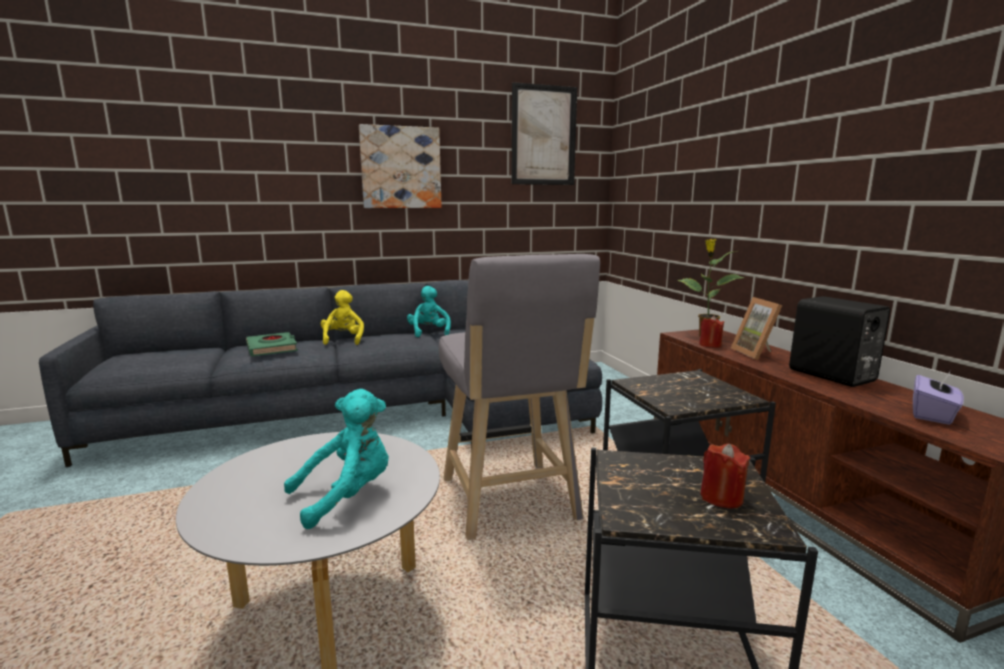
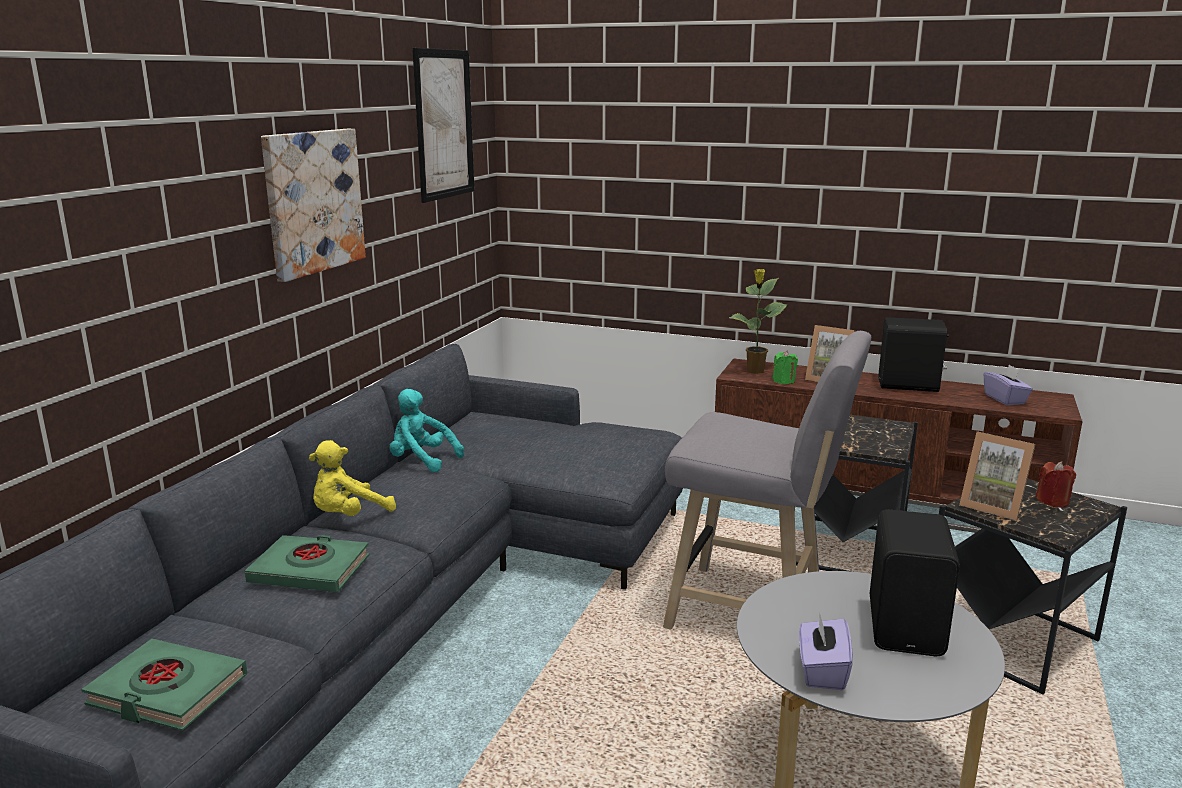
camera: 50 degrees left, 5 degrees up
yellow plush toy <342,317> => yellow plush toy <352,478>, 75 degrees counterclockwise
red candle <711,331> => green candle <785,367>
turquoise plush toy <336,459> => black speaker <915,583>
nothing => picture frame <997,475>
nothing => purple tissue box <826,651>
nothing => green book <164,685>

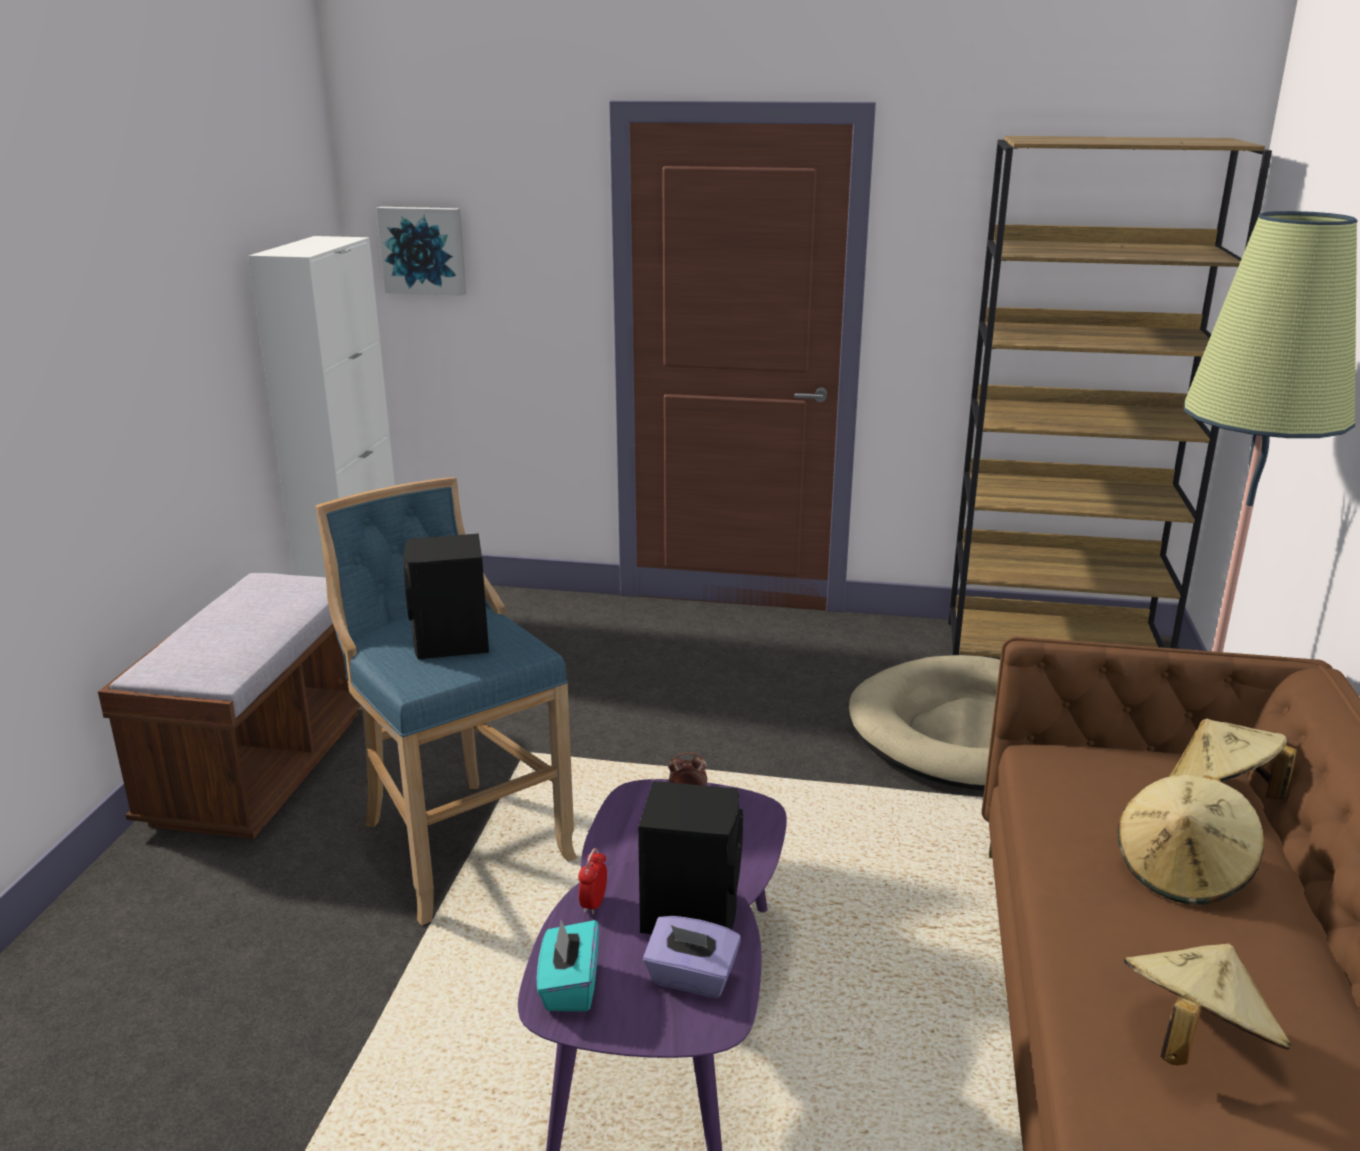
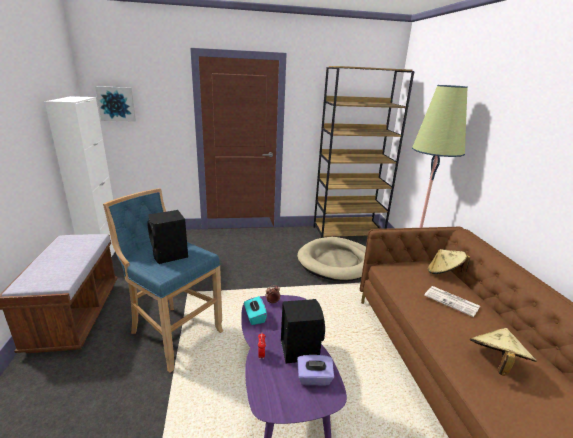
camera: 20 degrees left, 0 degrees up
beige hat <1191,840> => newspaper <452,301>
turquoise tissue box <568,965> => turquoise tissue box <255,310>, move

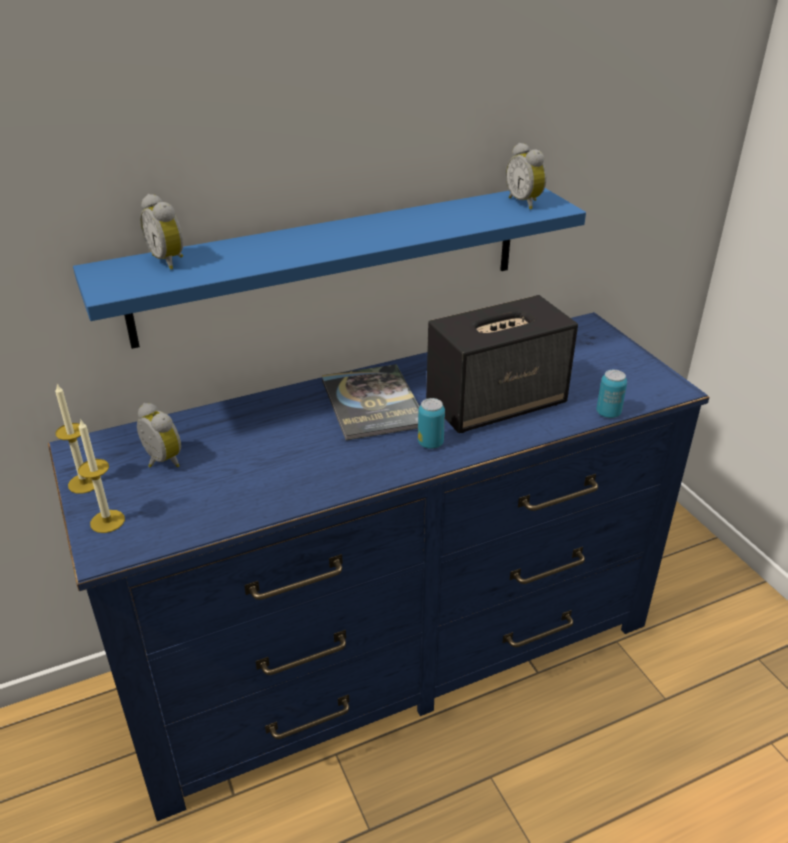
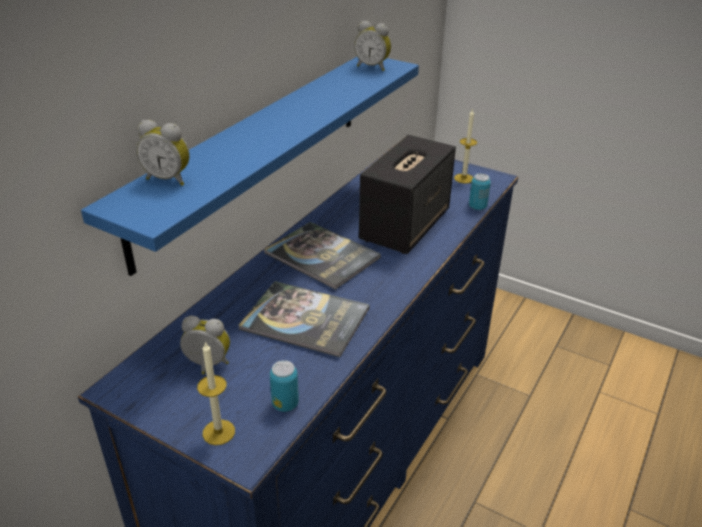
camera: 35 degrees left, 0 degrees up
candle <74,439> => candle <465,146>, move
can <431,423> => can <284,386>, move
nothing => book <304,319>

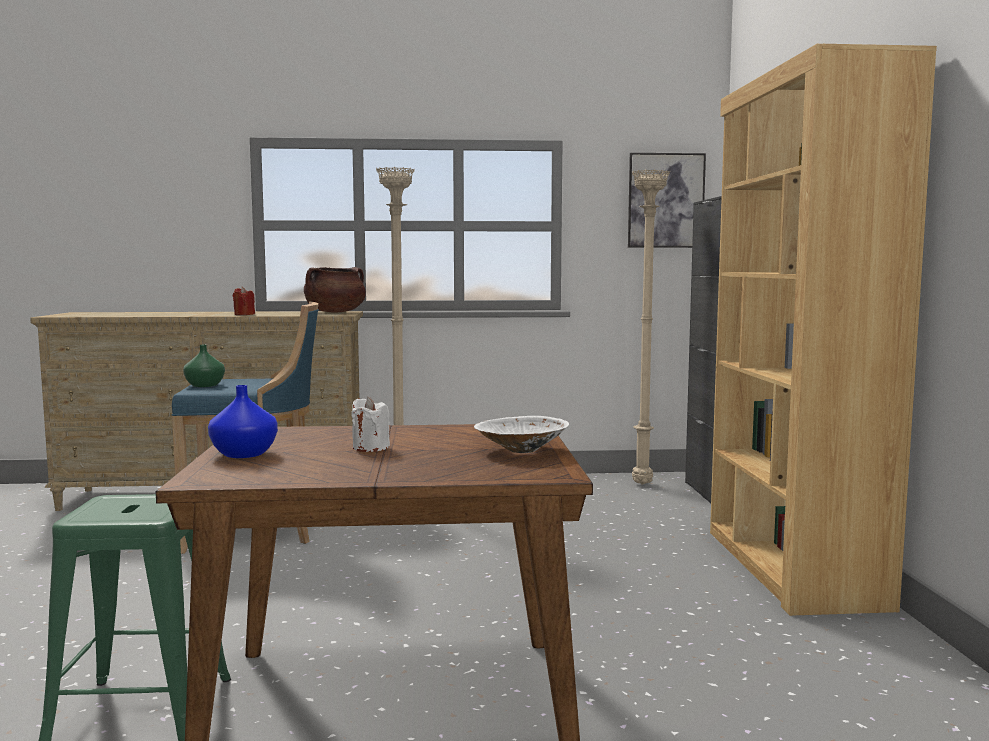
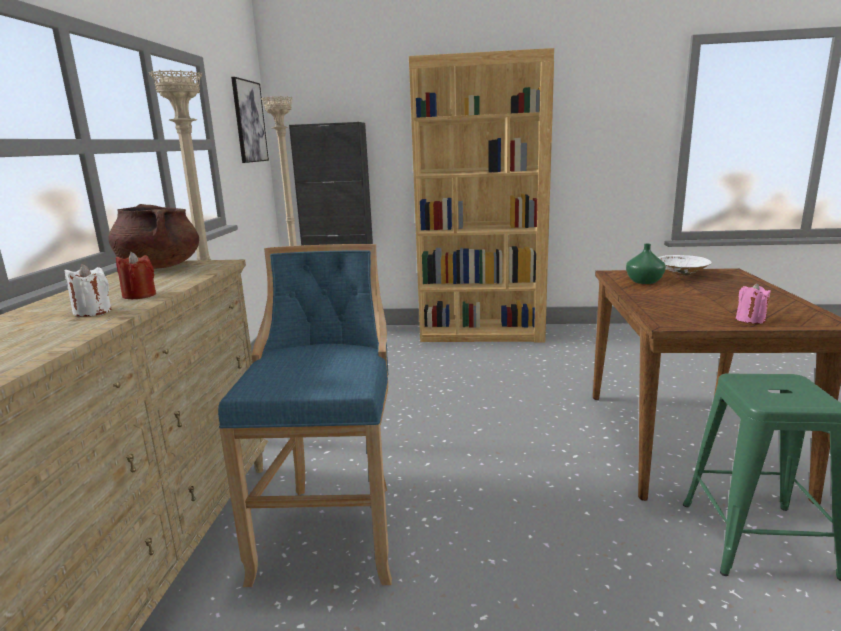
camera: 80 degrees left, 10 degrees up
green vase <204,366> => green vase <646,264>, move
blue vase <243,421> => pink candle <753,303>
white candle <371,424> => white candle <88,290>, move

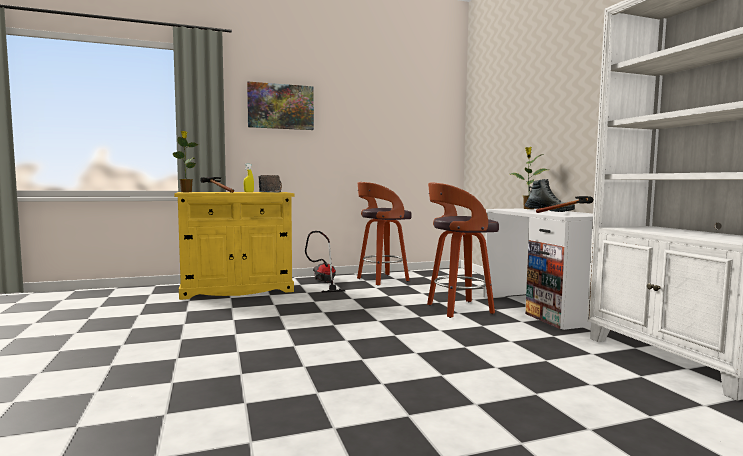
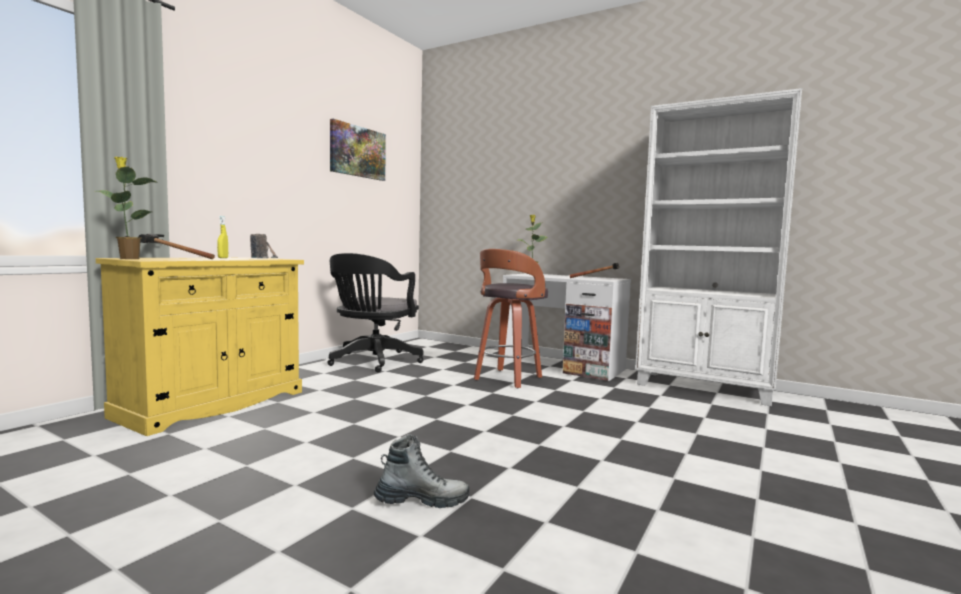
camera: 40 degrees left, 0 degrees up
picture <280,105> => picture <358,150>, move
boot <550,195> => boot <421,471>, move
stool <384,234> => black office chair <375,312>
vacuum cleaner <325,262> => nothing

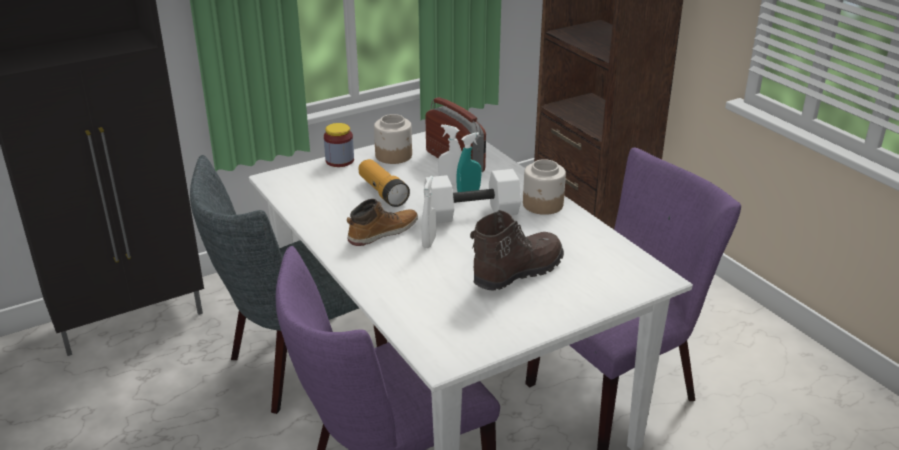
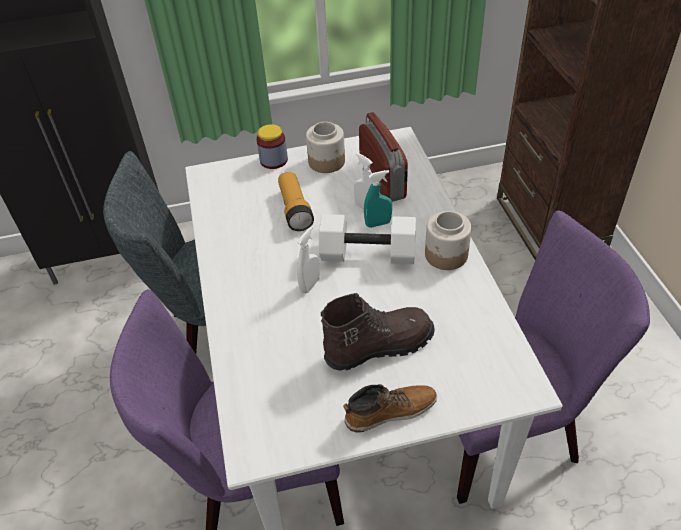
camera: 20 degrees right, 15 degrees up
boot <382,222> => boot <390,408>, move

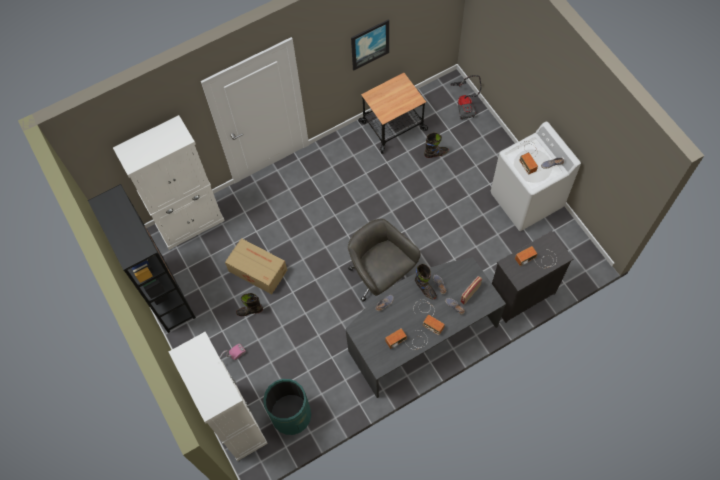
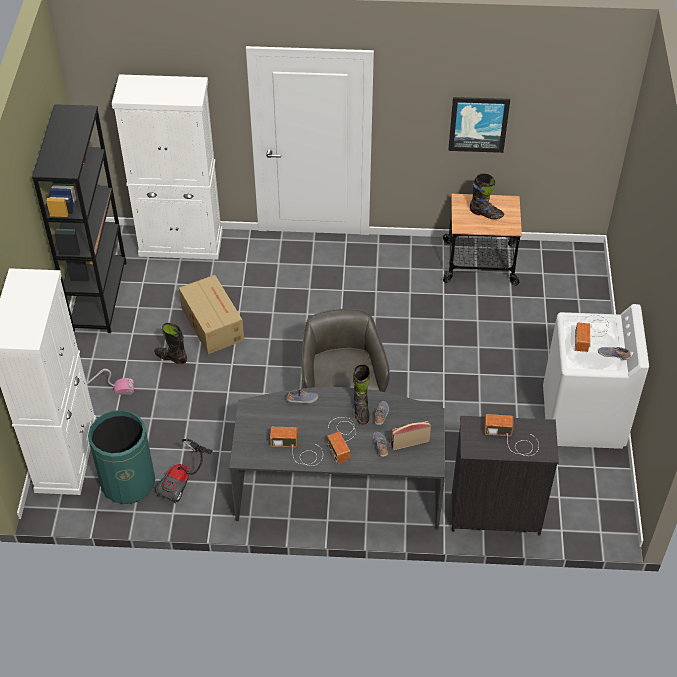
camera: 30 degrees right, 15 degrees down
vacuum cleaner <466,97> => vacuum cleaner <183,471>, move
black boot <436,145> => black boot <487,196>, move

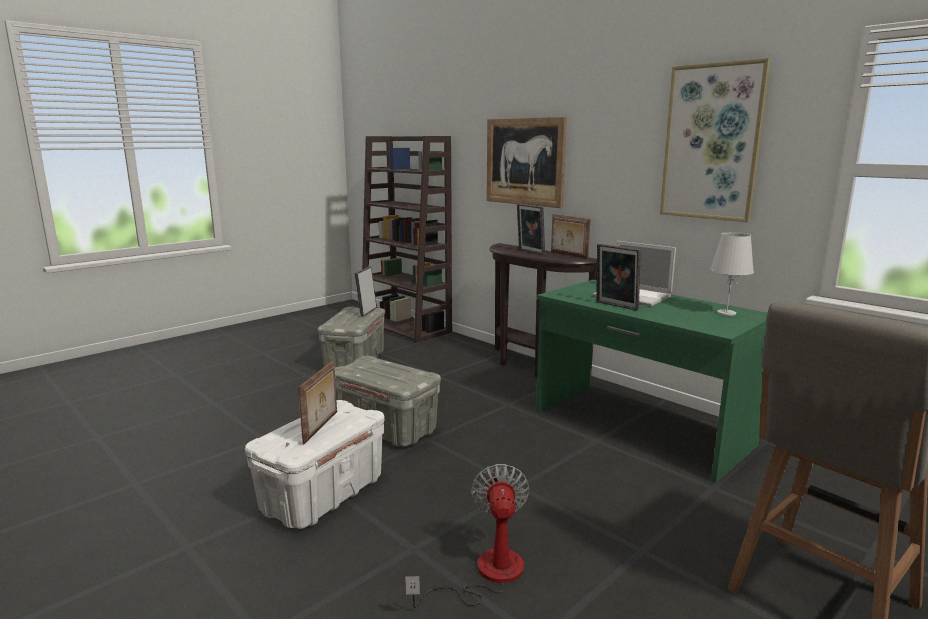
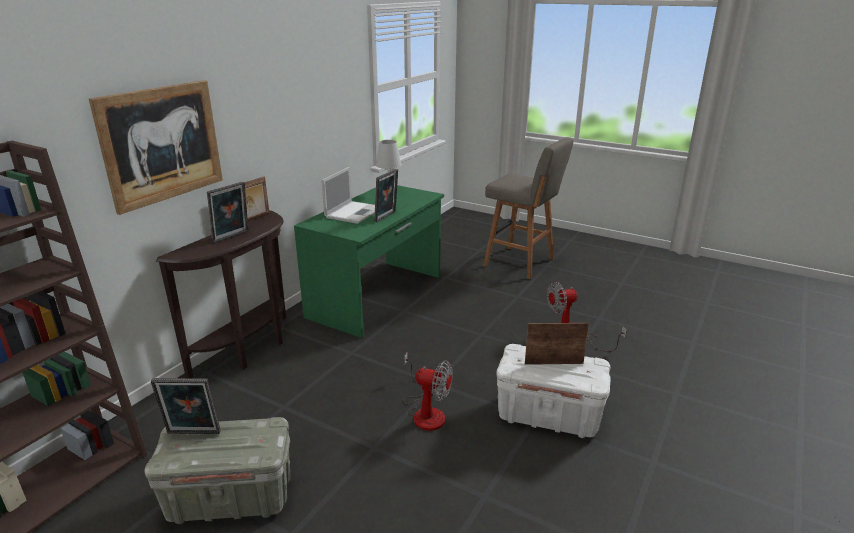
camera: 105 degrees left, 10 degrees up
picture <715,140> => nothing
grey storage box <388,401> => fan <428,392>

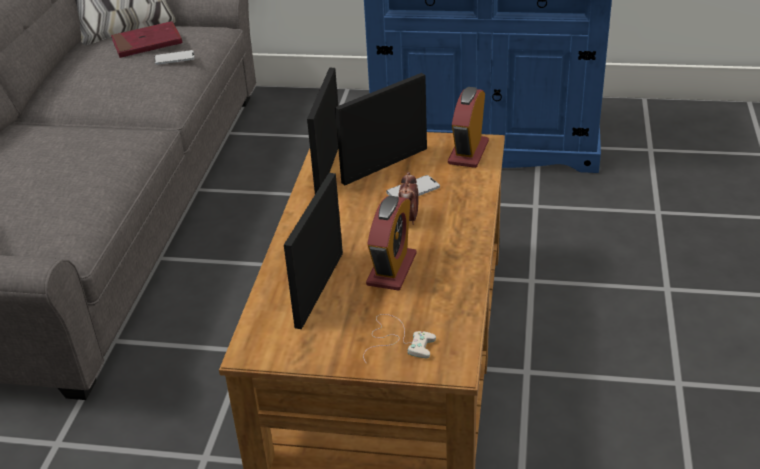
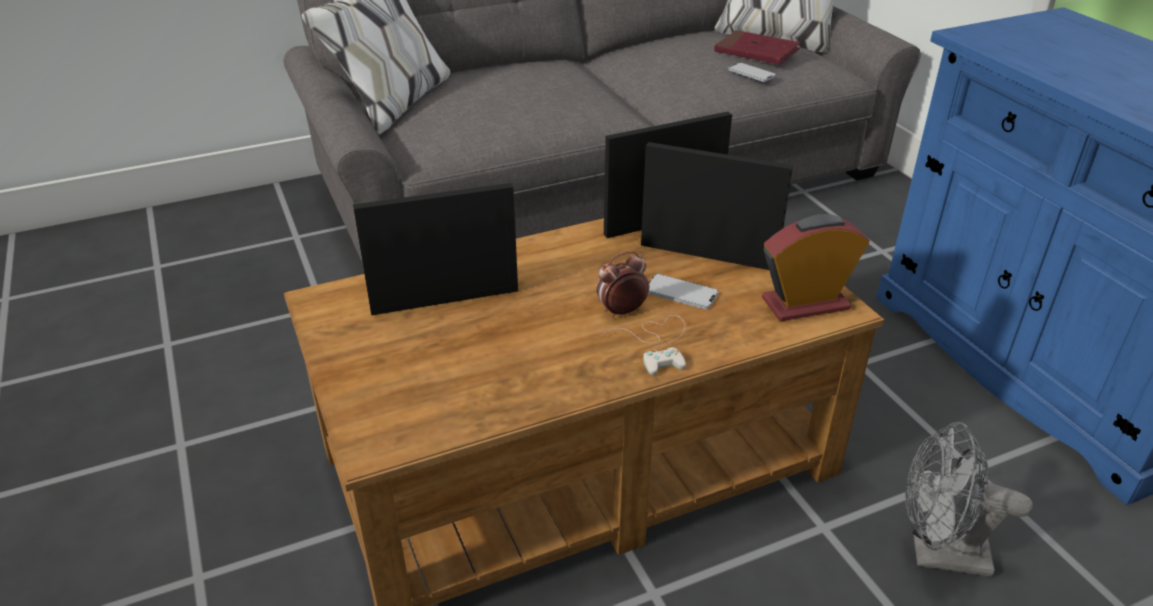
camera: 55 degrees right, 0 degrees up
alarm clock <391,243> => nothing
white game controller <399,338> => white game controller <643,345>, move
nothing => grey fan <969,499>

